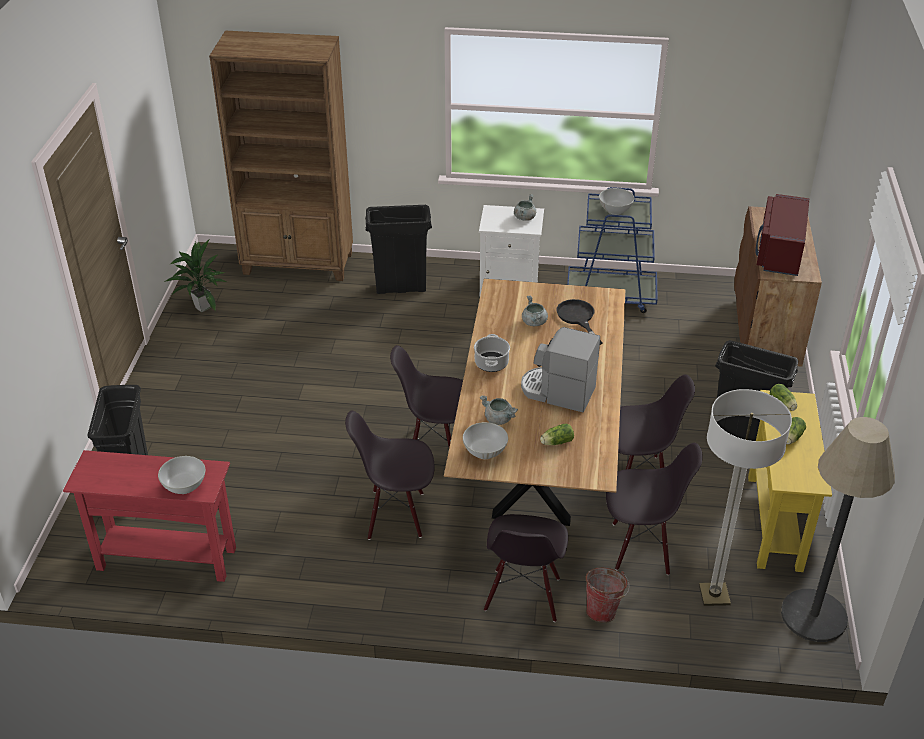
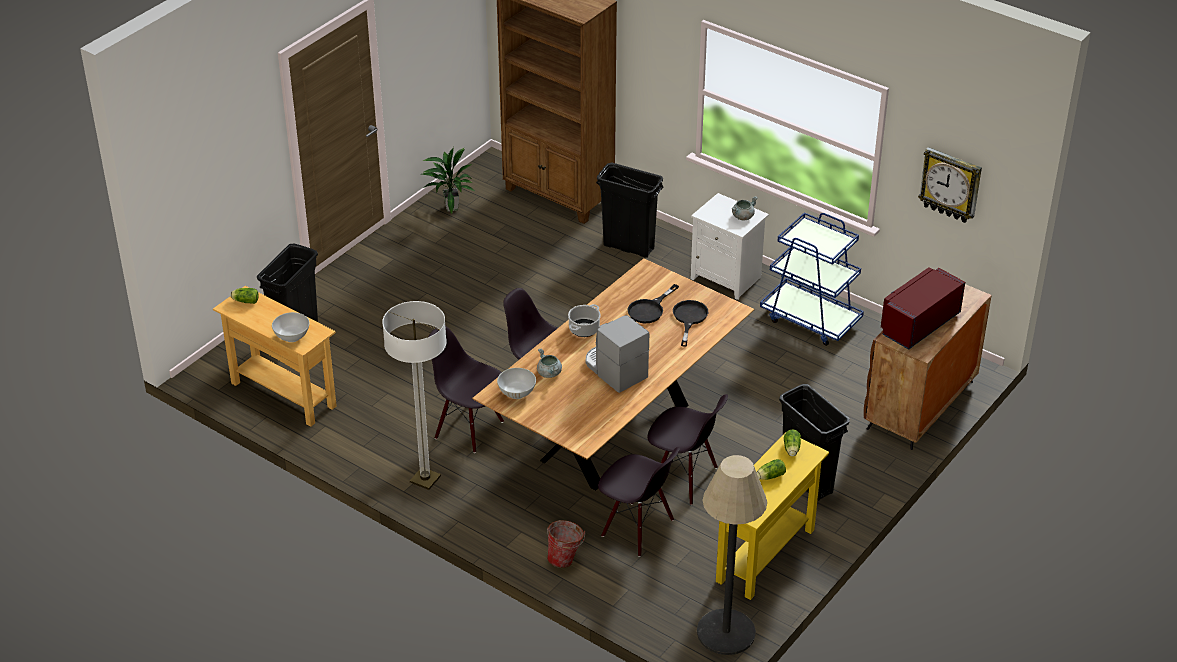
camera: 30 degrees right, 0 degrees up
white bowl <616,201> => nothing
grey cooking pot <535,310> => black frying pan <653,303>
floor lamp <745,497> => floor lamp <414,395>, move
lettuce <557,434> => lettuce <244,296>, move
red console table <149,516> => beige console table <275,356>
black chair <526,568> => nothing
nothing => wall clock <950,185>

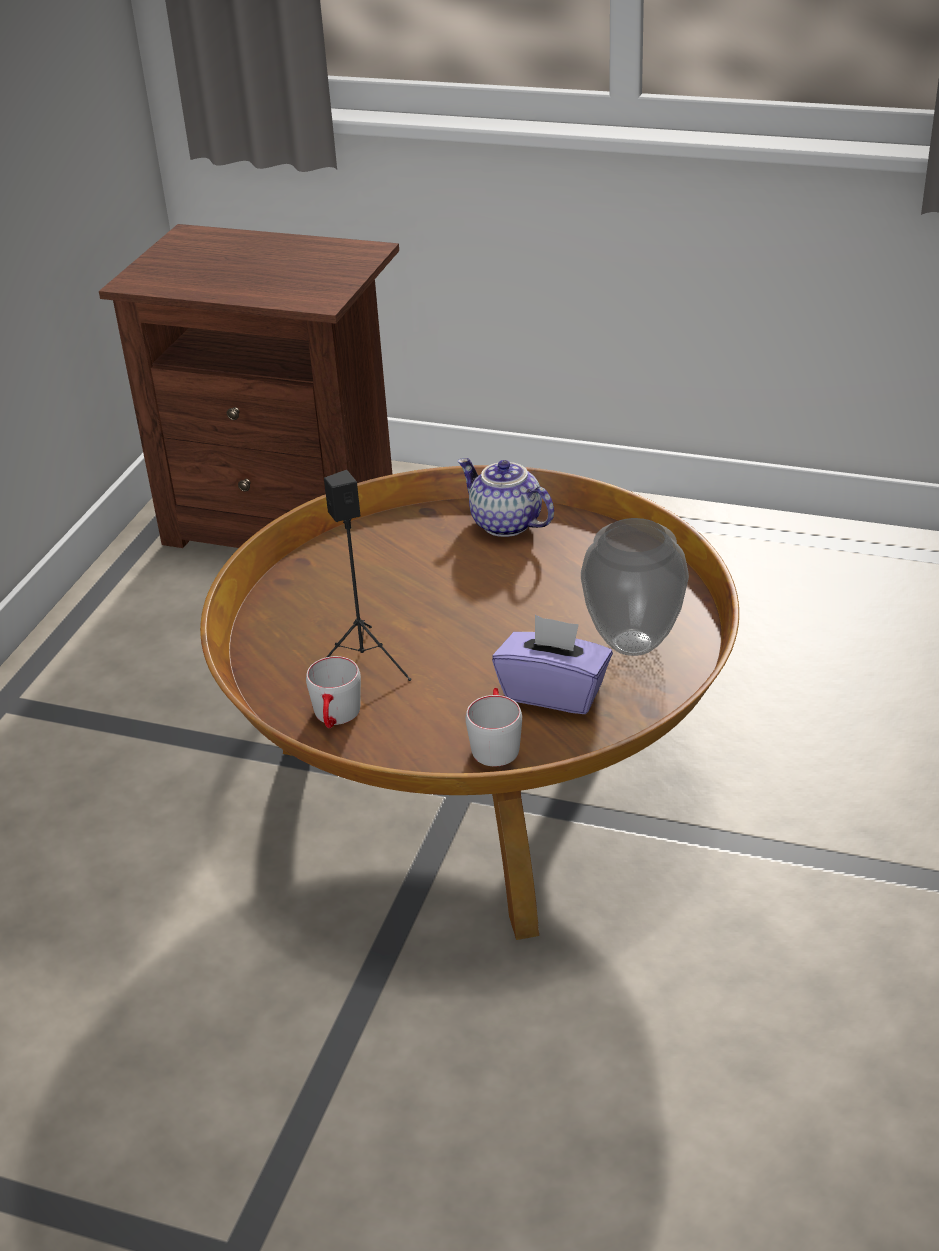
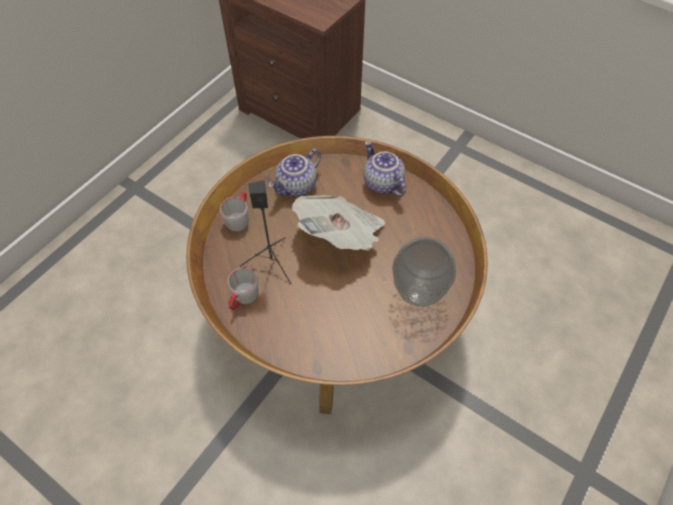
camera: 15 degrees right, 20 degrees up
purple tissue box <552,664> => nothing
grey mug <494,727> => grey mug <234,211>, move
nothing => teapot <294,173>
nothing => newspaper <338,222>

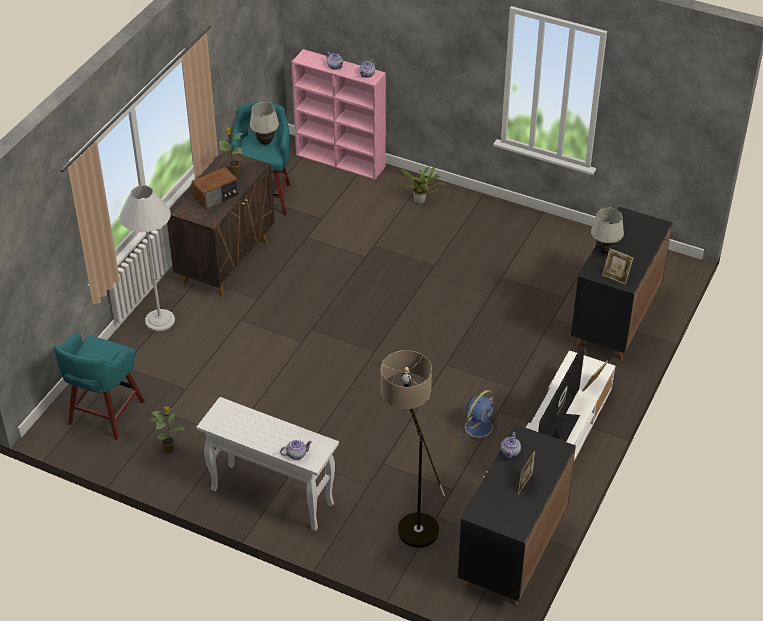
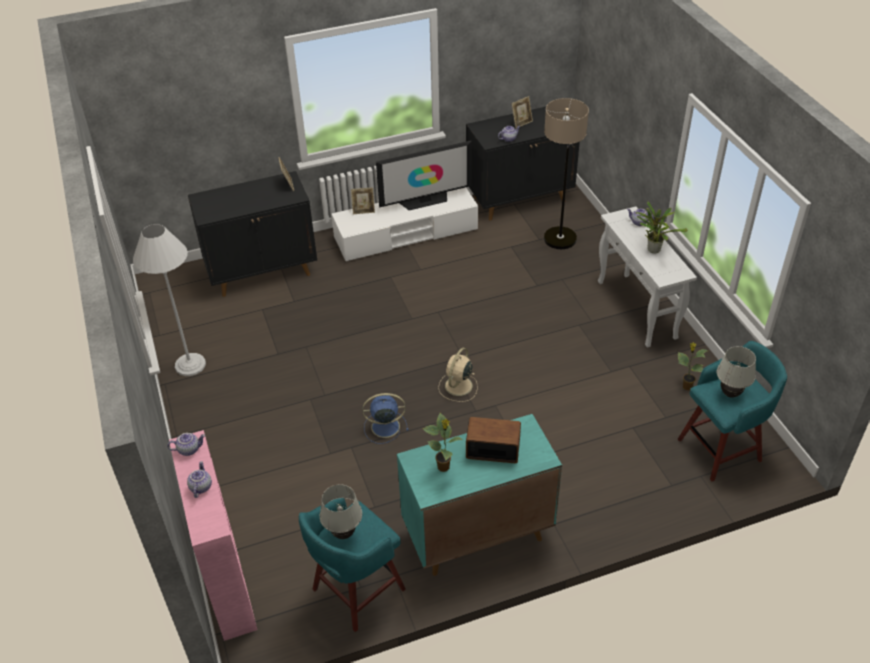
camera: 135 degrees left, 0 degrees up
brown cabinet <221,224> => turquoise cabinet <479,495>
potted plant <423,185> => potted plant <661,228>, move
white floor lamp <147,258> => white floor lamp <169,300>, move
white table lamp <607,231> => white table lamp <736,372>, move
blue fan <479,416> => blue fan <385,418>, move
nothing => beige fan <458,375>

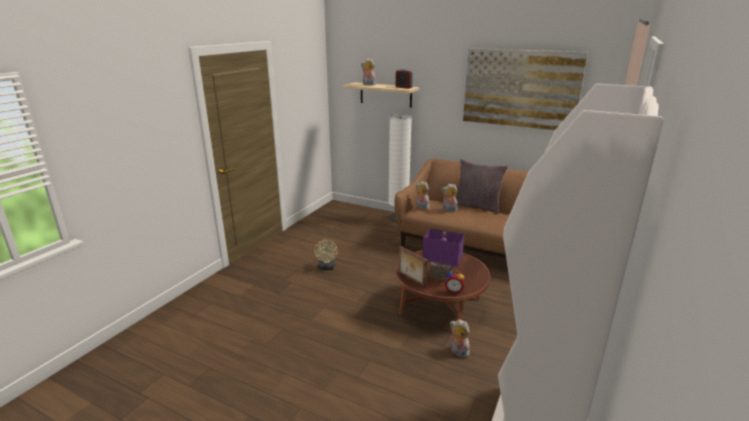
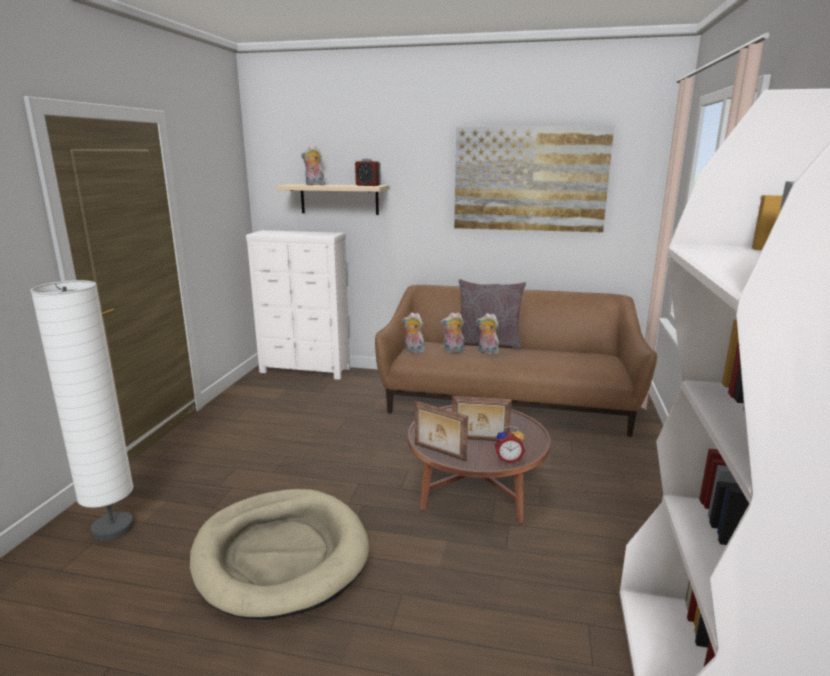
camera: 15 degrees left, 5 degrees down
white floor lamp <400,168> => white floor lamp <82,410>, move
purple table lamp <443,254> => picture frame <482,418>
beige fan <326,255> => nothing
plush toy <460,338> => plush toy <488,334>, move
nothing => white dresser <298,305>
nothing => beige dog bed <279,554>

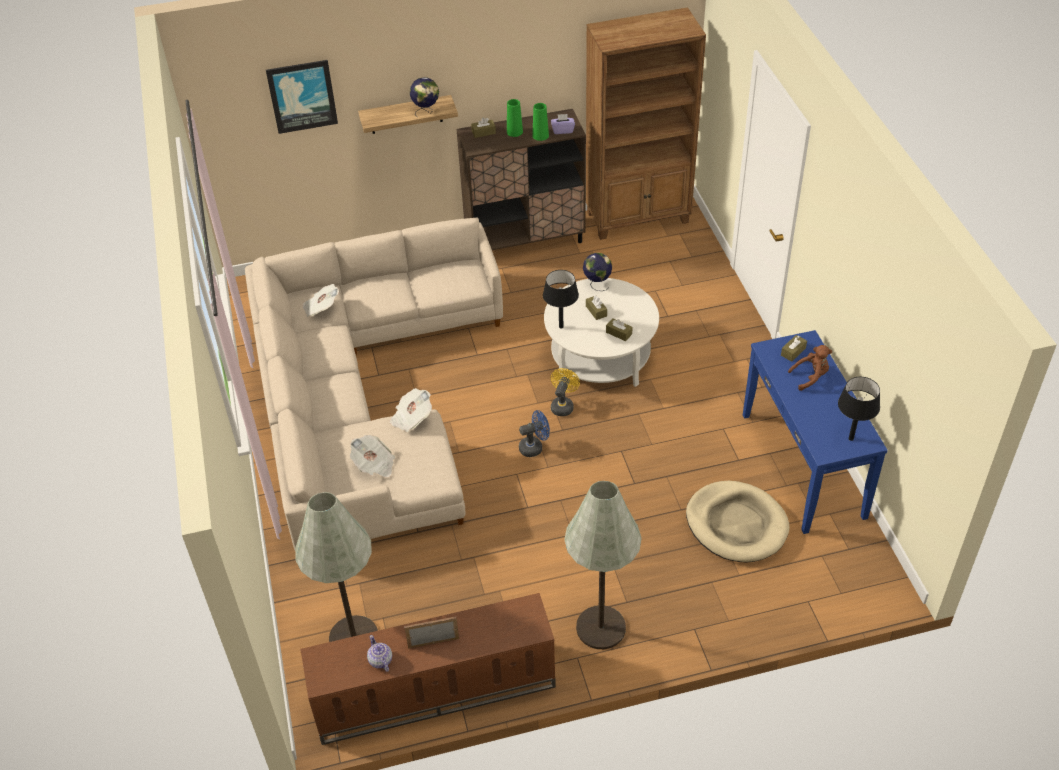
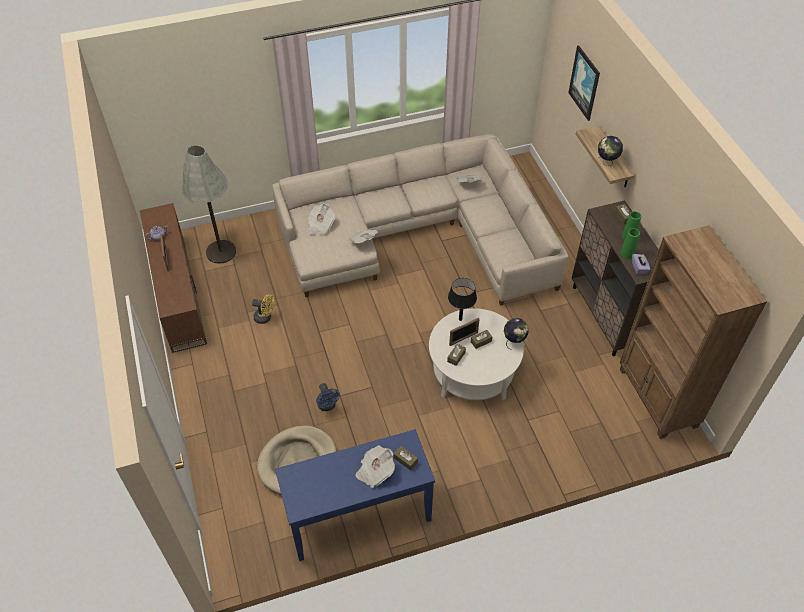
camera: 85 degrees right, 5 degrees up
brown plush toy <810,368> => newspaper <375,467>
yellow fan <565,392> => yellow fan <263,309>, move
black table lamp <859,409> => nothing
blue fan <534,433> => blue fan <328,397>, move
grey floor lamp <602,565> => nothing
nothing => picture frame <464,332>

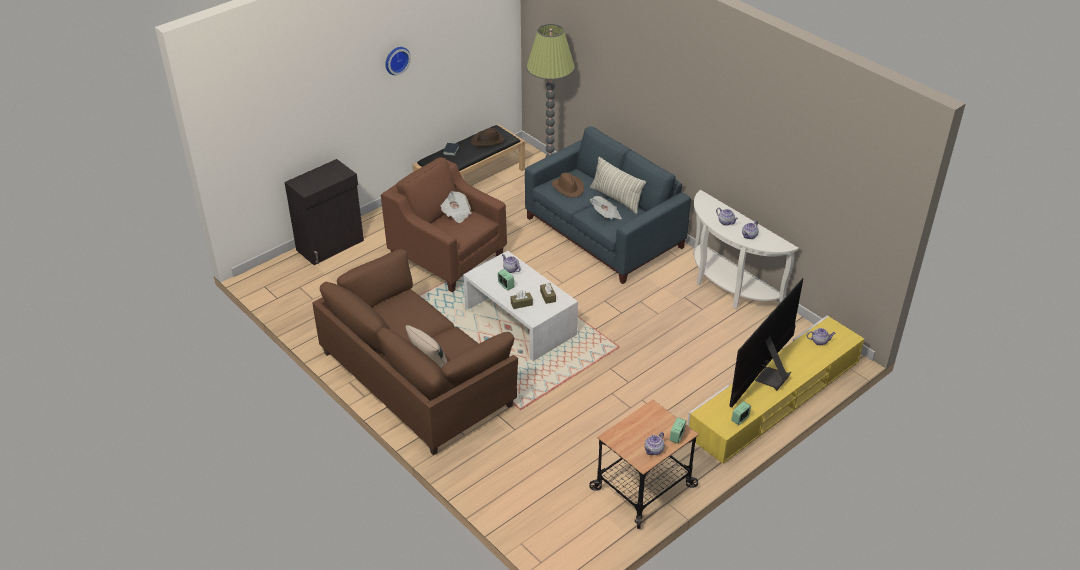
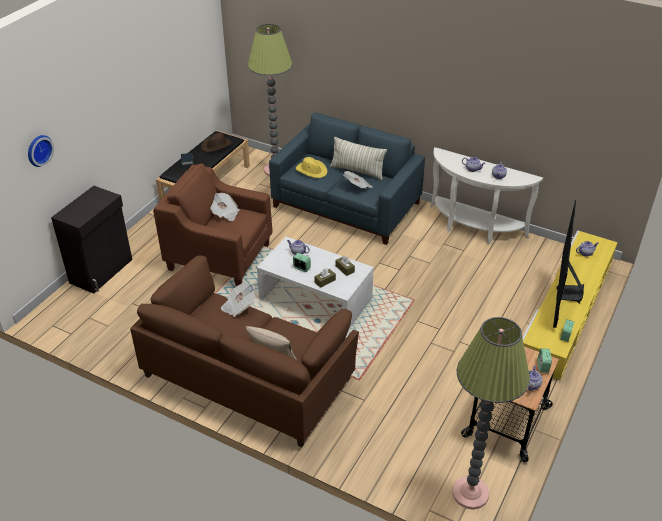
camera: 20 degrees left, 0 degrees up
wall clock <398,61> => wall clock <41,151>, move
brown hat <567,185> => yellow hat <311,167>
nothing => newspaper <238,300>
nothing => floor lamp <491,413>

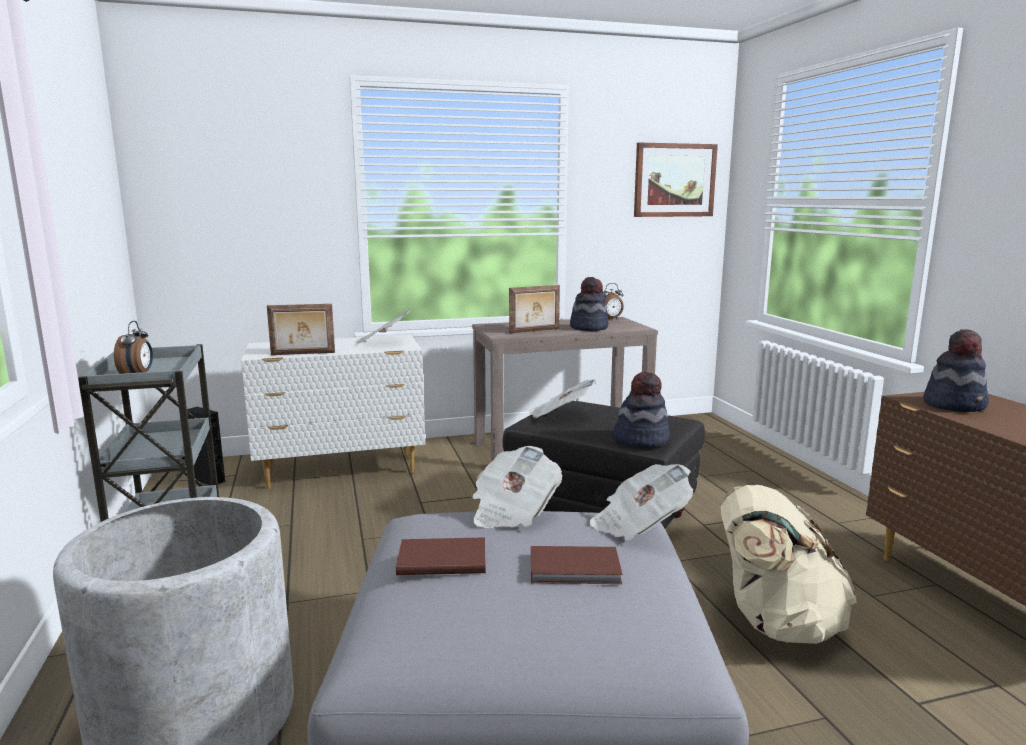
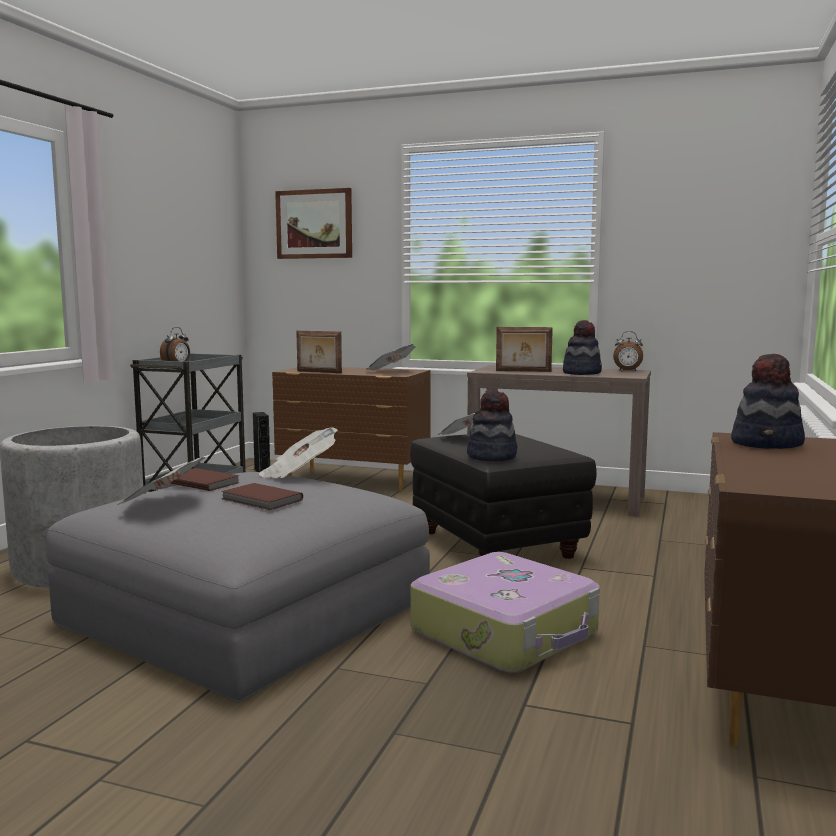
camera: 35 degrees right, 5 degrees down
picture <676,180> => picture <313,223>, move
white dresser <333,412> => brown dresser <351,429>
newspaper <641,502> => newspaper <161,480>, move
beige backpack <788,564> => suitcase <505,612>

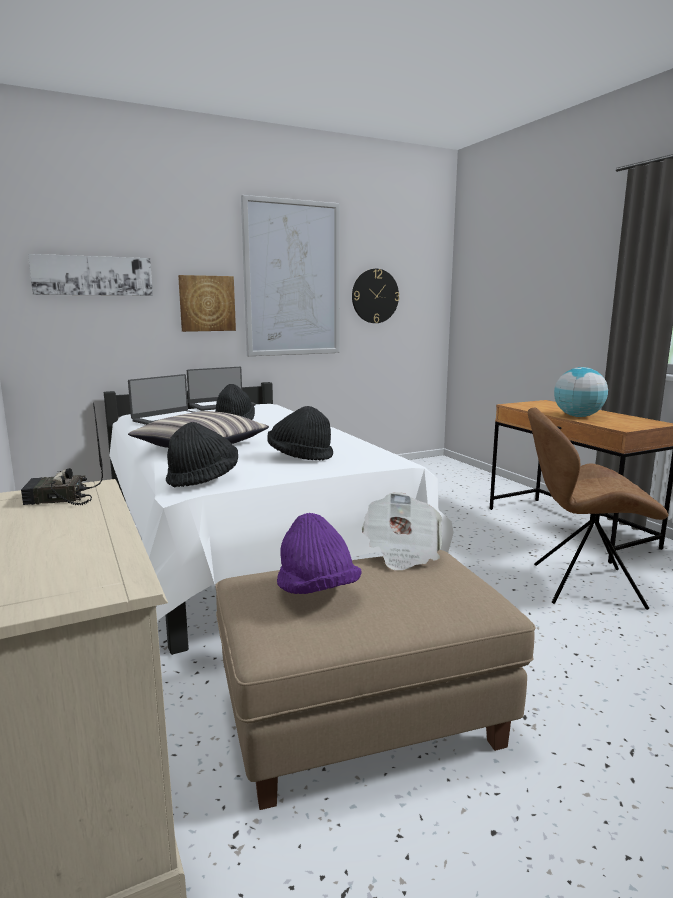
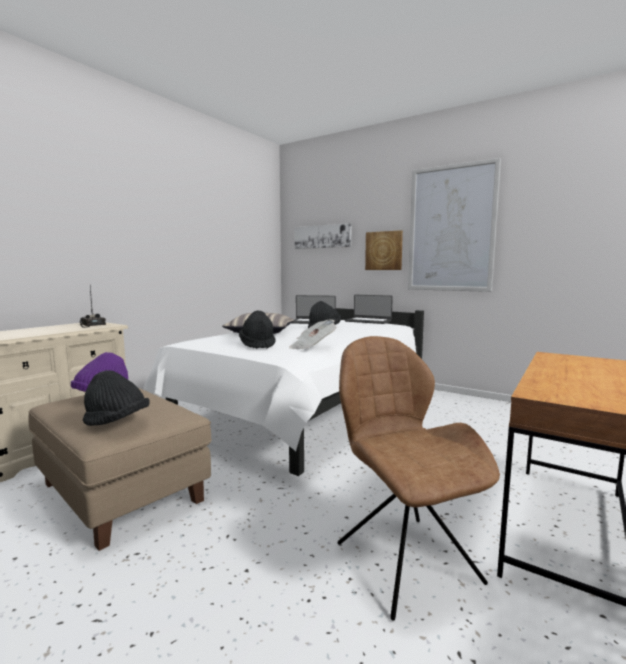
camera: 60 degrees right, 5 degrees down
wall clock <375,296> => nothing
globe <581,392> => nothing
black hat <202,454> => black hat <116,398>, move
newspaper <401,531> => newspaper <312,334>, move

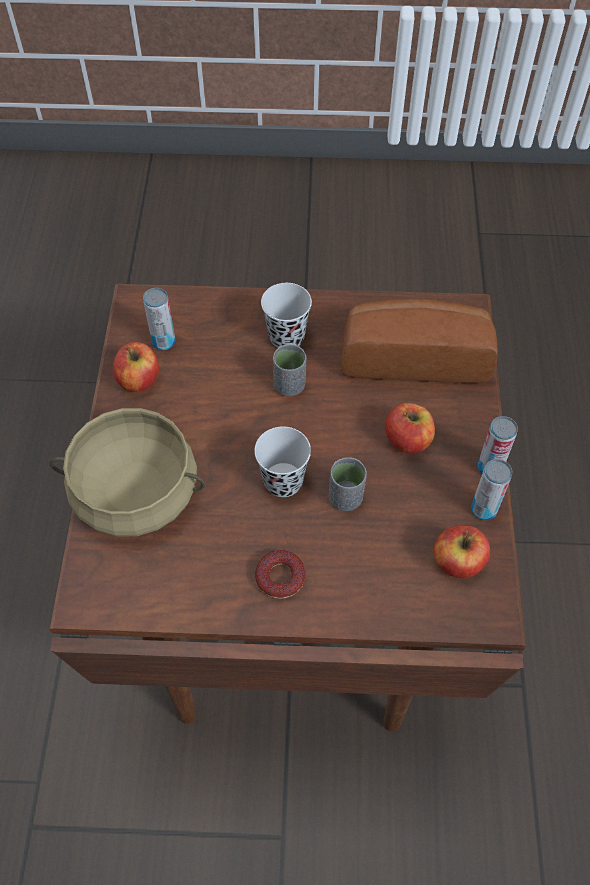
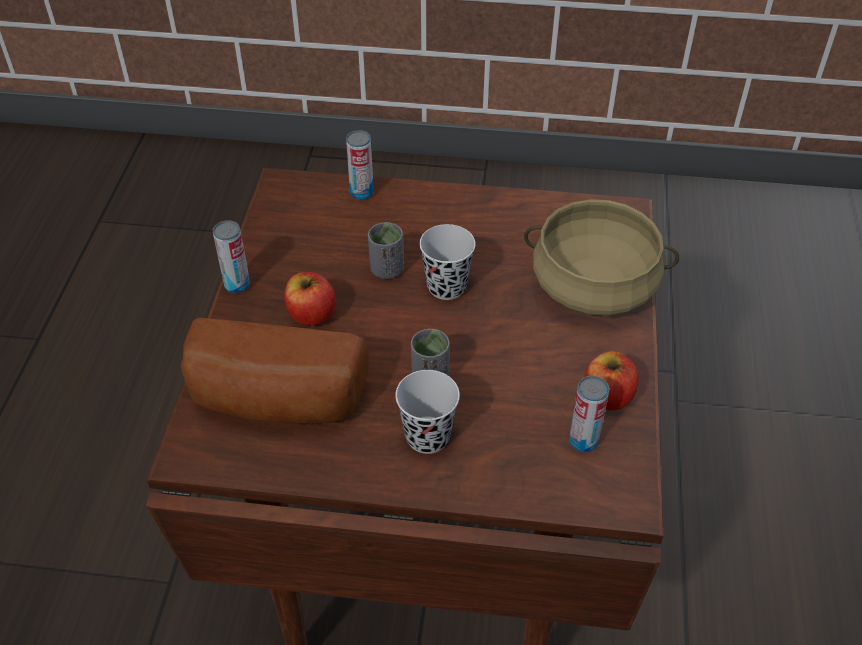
camera: 175 degrees left, 10 degrees down
can <491,489> => can <360,165>, move
apple <462,551> => nothing
donut <280,574> => nothing

